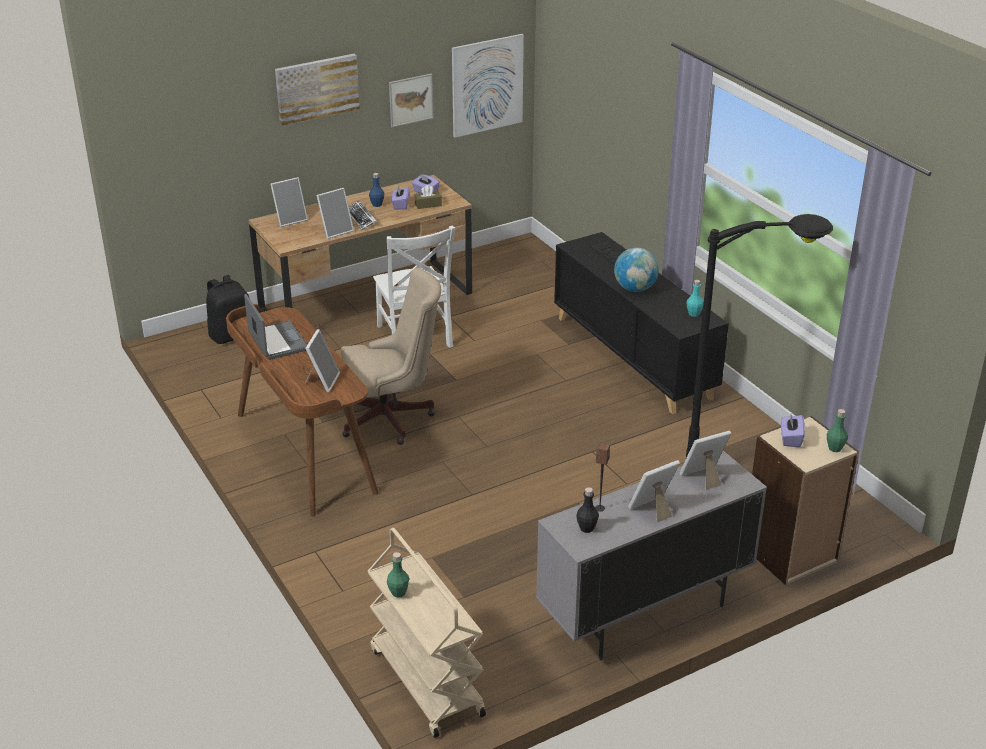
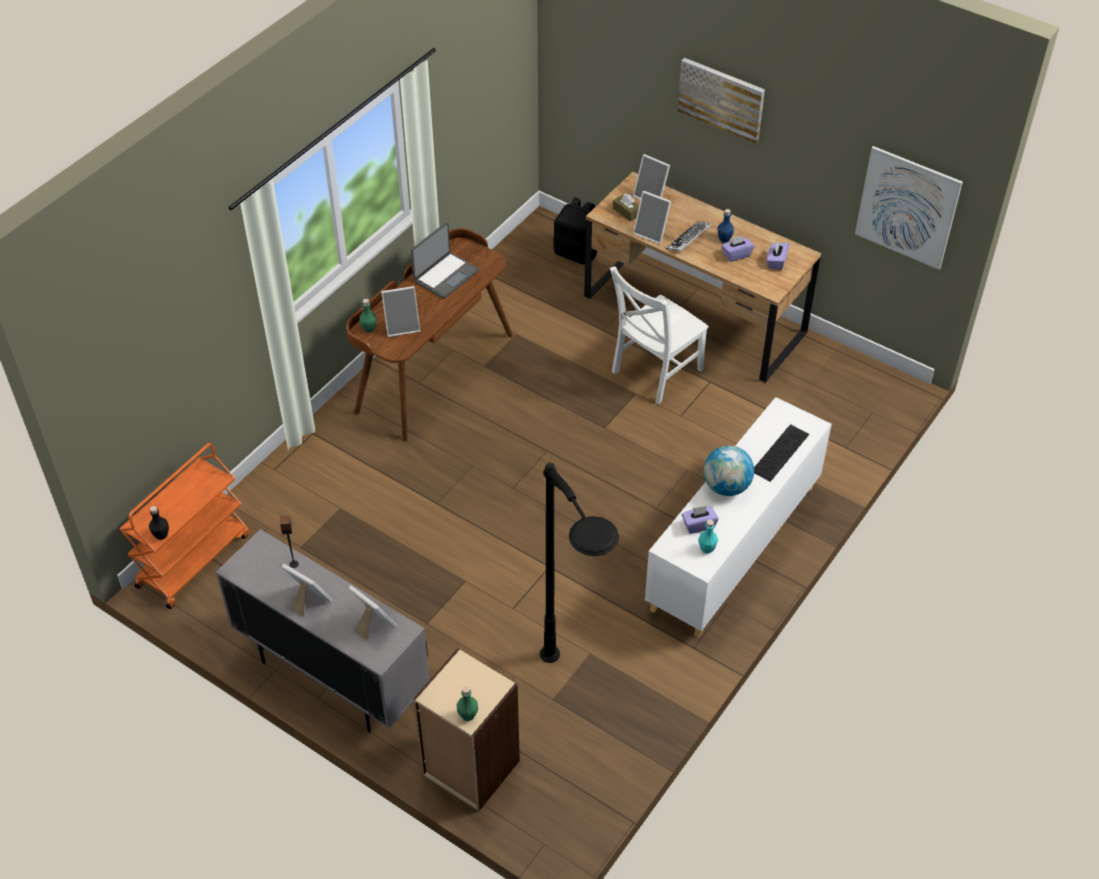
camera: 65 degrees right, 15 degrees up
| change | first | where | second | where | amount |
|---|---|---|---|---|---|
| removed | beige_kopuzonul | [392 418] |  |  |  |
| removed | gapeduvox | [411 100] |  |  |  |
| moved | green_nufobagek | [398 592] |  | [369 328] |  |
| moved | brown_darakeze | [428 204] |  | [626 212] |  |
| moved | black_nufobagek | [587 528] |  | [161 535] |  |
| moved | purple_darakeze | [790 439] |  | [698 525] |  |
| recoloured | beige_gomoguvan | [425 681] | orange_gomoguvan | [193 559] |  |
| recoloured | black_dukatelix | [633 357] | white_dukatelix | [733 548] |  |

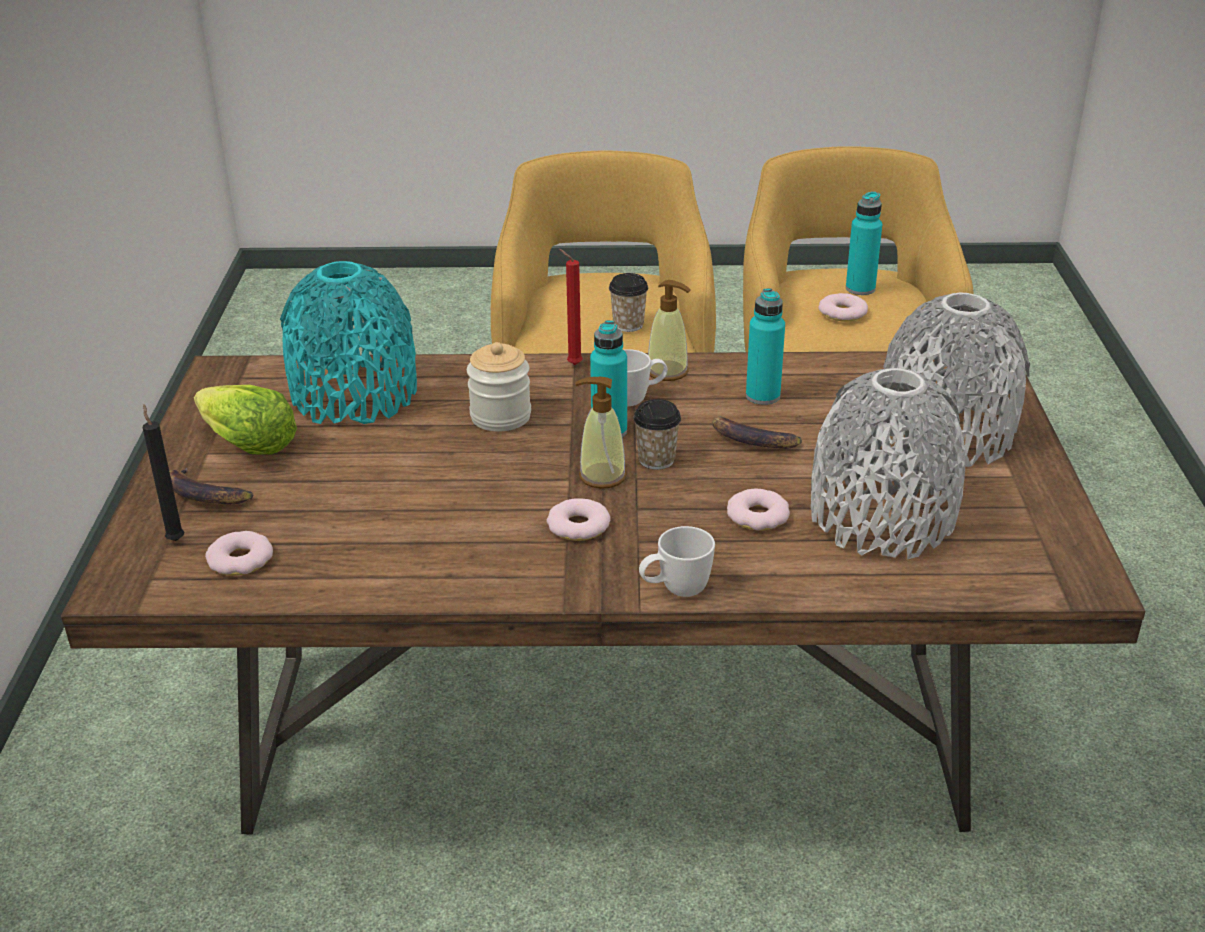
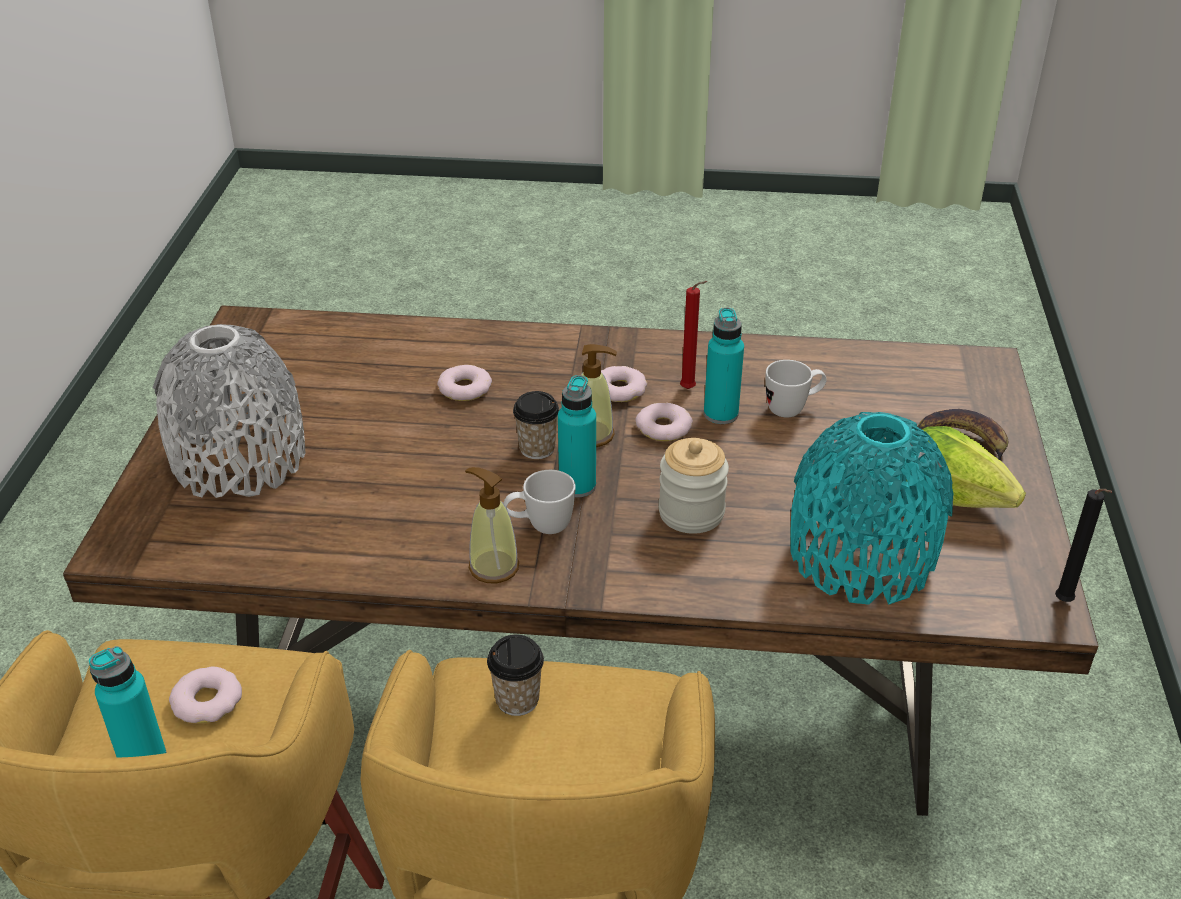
camera: 175 degrees left, 5 degrees up
| change | first | where | second | where | amount |
|---|---|---|---|---|---|
| removed | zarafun | [751 440] |  |  |  |
| removed | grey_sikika | [881 518] |  |  |  |
| moved | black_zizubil | [175 539] |  | [1065 603] |  |
| moved | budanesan | [241 560] |  | [663 427] |  |
| moved | red_zizubil | [572 364] |  | [690 389] |  |
| moved | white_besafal | [675 591] |  | [793 409] |  |
| moved | turquoise_nufobagek | [762 396] |  | [720 414] |  |

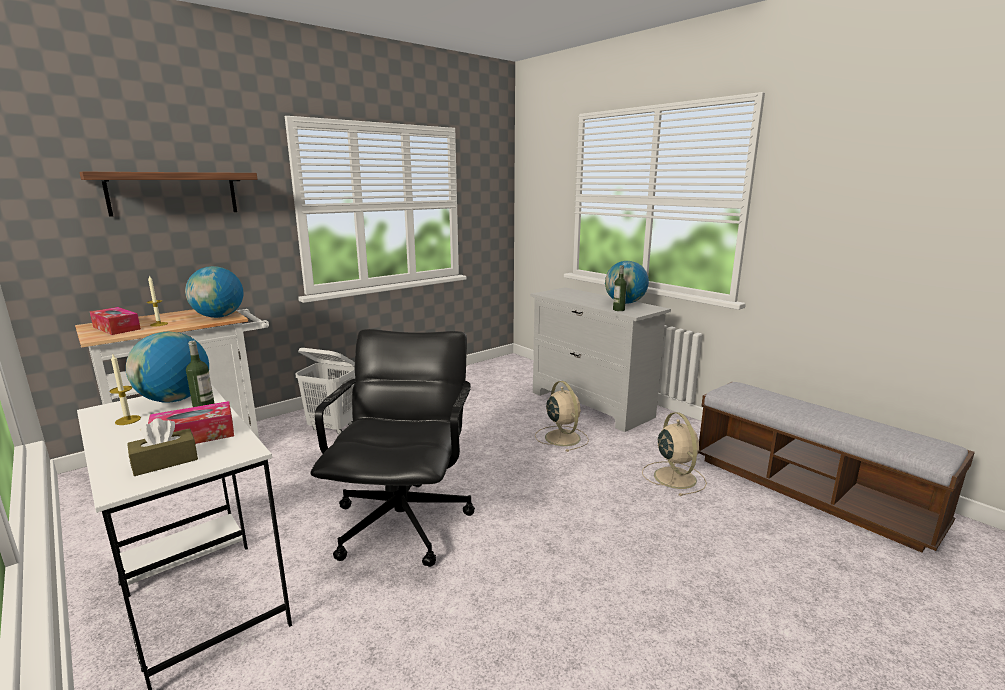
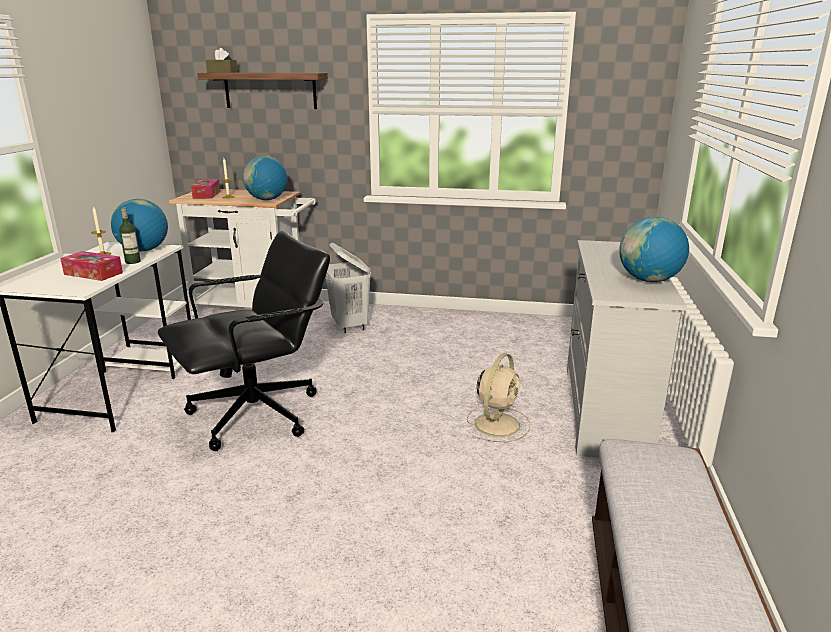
camera: 50 degrees right, 5 degrees up
| change | first | where | second | where | amount |
|---|---|---|---|---|---|
| removed | nufobagek | [618 310] |  |  |  |
| removed | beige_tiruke | [673 476] |  |  |  |
| moved | brown_darakeze | [165 462] |  | [222 72] |  |

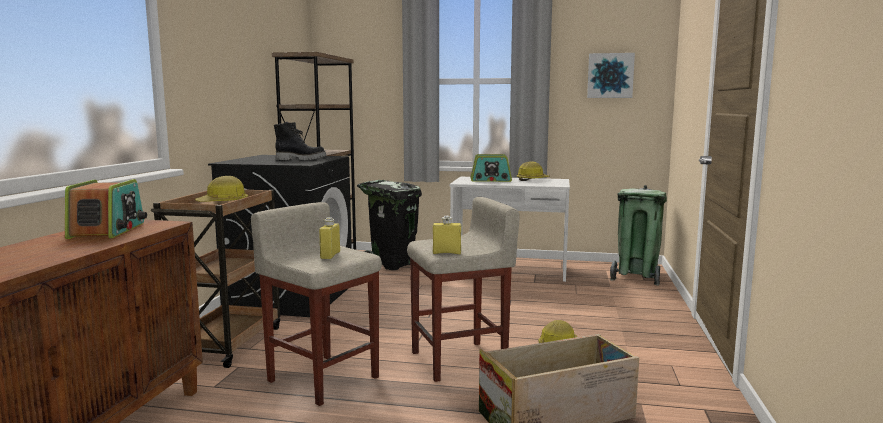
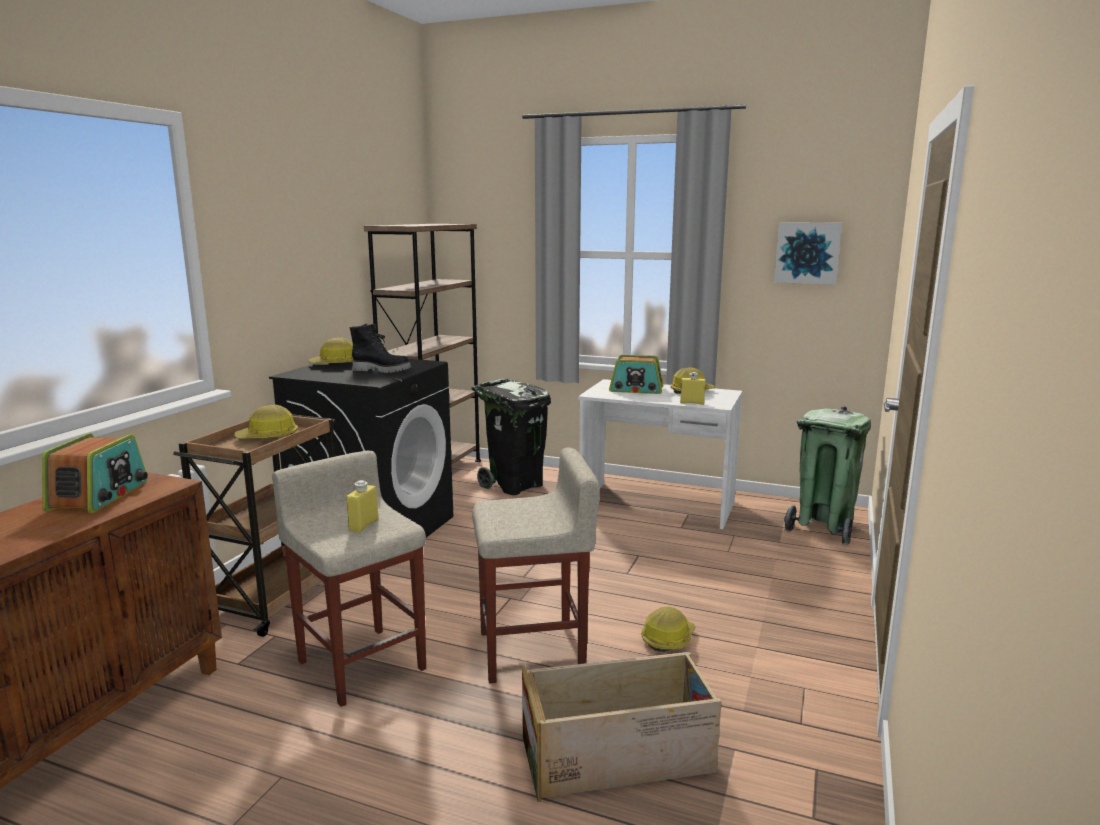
camera: 10 degrees right, 5 degrees up
| change | first | where | second | where | amount |
|---|---|---|---|---|---|
| added |  |  | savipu | [335 364] |  |
| moved | yellow_nufobagek | [447 253] |  | [692 403] |  |

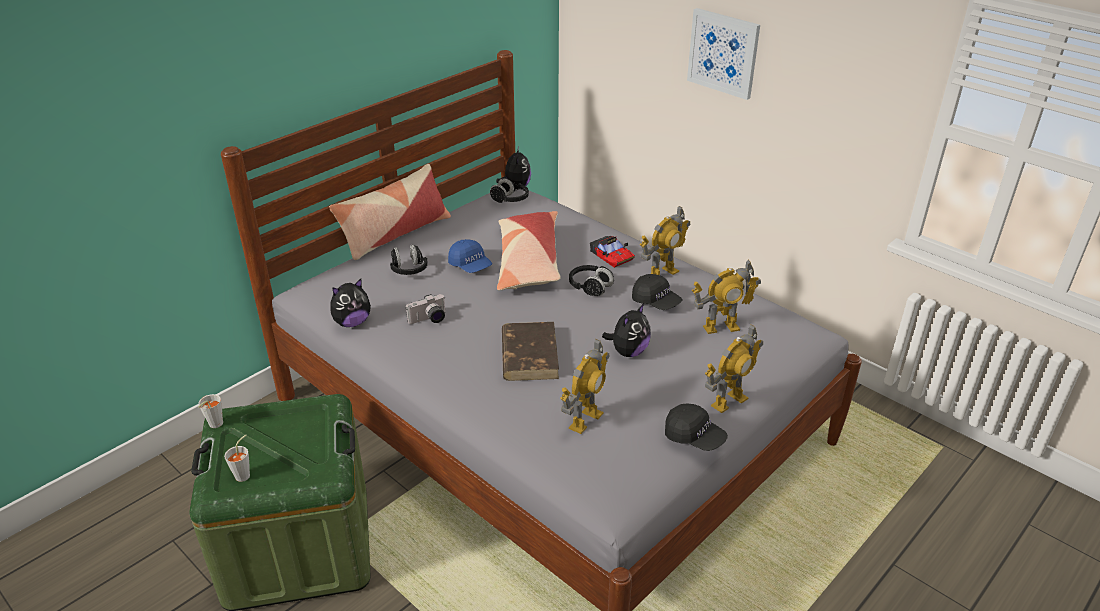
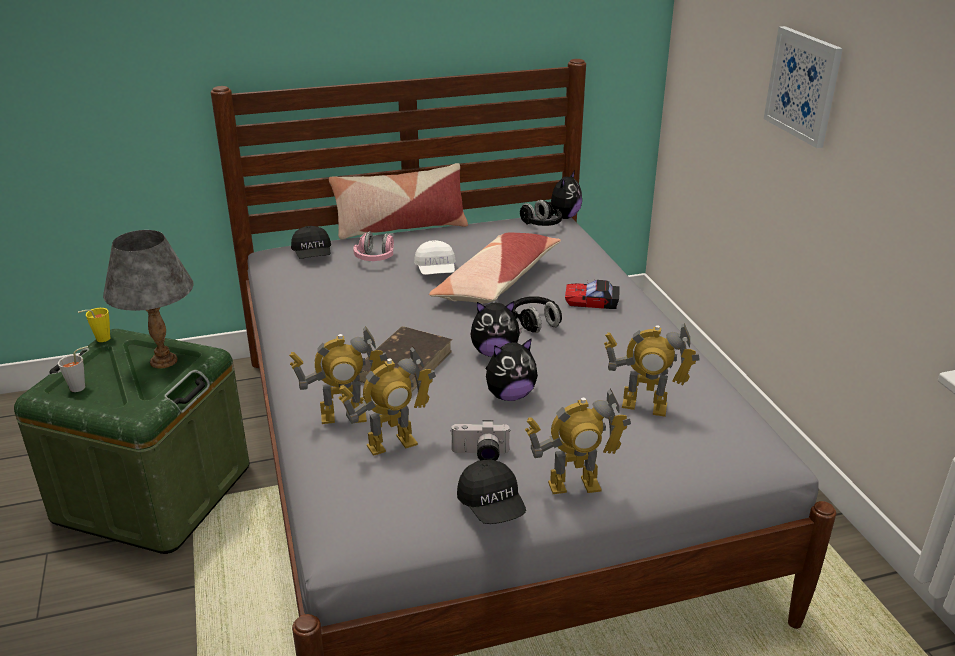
camera: 30 degrees right, 5 degrees down
| change | first | where | second | where | amount |
|---|---|---|---|---|---|
| added |  |  | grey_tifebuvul | [163 361] |  |
| moved | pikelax | [352 322] |  | [494 352] |  |
| moved | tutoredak | [429 320] |  | [480 455] |  |
| moved | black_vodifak | [656 302] |  | [313 254] |  |
| moved | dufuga | [662 273] |  | [344 416] |  |
| recoloured | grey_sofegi | [213 425] | yellow_sofegi | [100 339] |  |
| recoloured | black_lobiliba | [409 270] | pink_lobiliba | [375 259] |  |
| recoloured | blue_vodifak | [470 266] | white_vodifak | [436 270] |  |
| turned | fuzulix | [611 256] |  | [592 301] | 105 degrees clockwise |

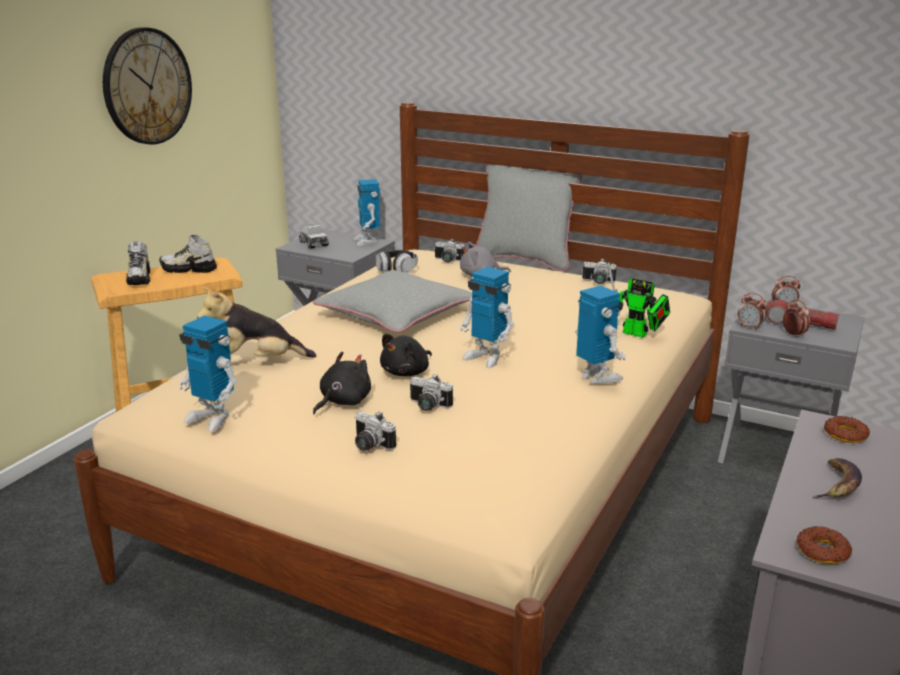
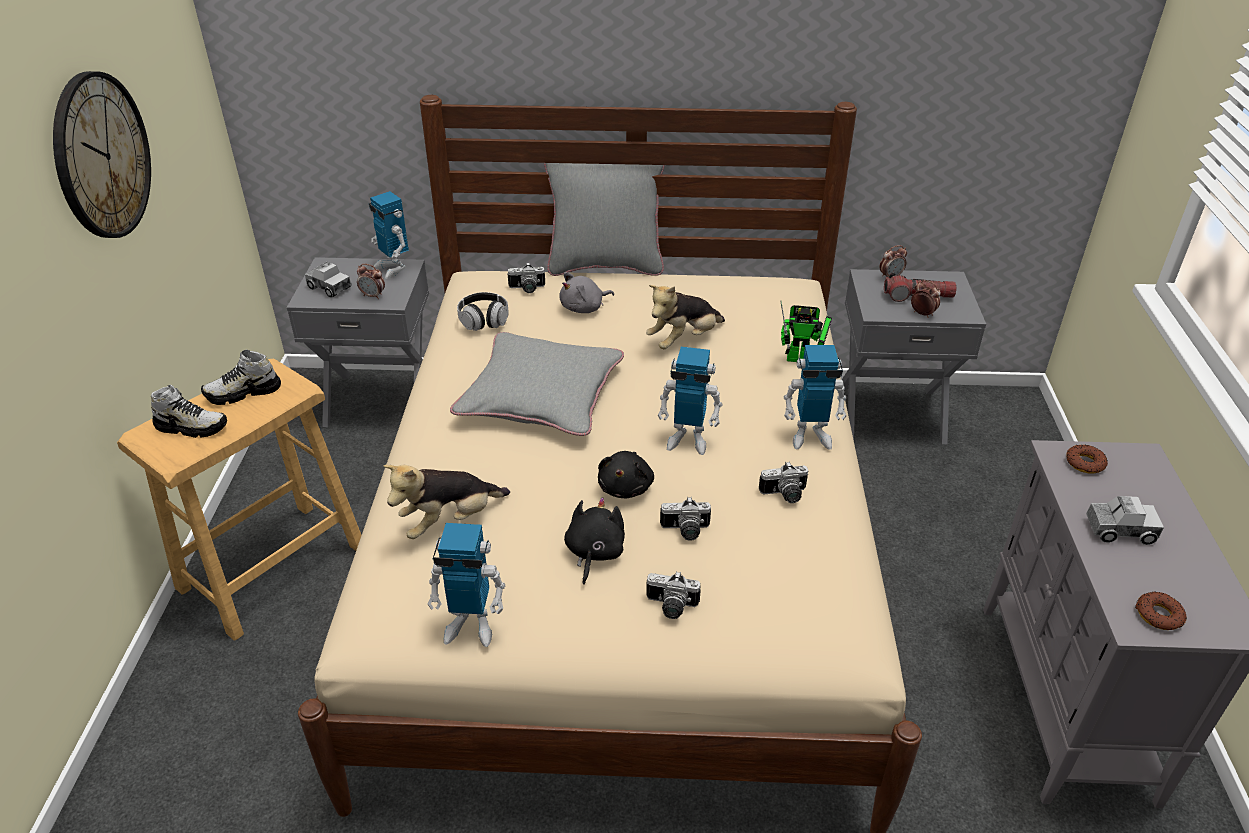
camera: 25 degrees left, 15 degrees up
| change | first | where | second | where | amount |
|---|---|---|---|---|---|
| added |  |  | pikelax | [684 340] |  |
| moved | tutoredak | [598 282] |  | [785 495] |  |
| moved | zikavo | [750 327] |  | [373 296] |  |
| replaced | zarafun | [838 485] | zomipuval | [1119 530] |  |
| turned | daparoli | [140 278] |  | [192 427] | 45 degrees counterclockwise |
| turned | dufuga | [597 377] |  | [810 436] | 150 degrees clockwise |

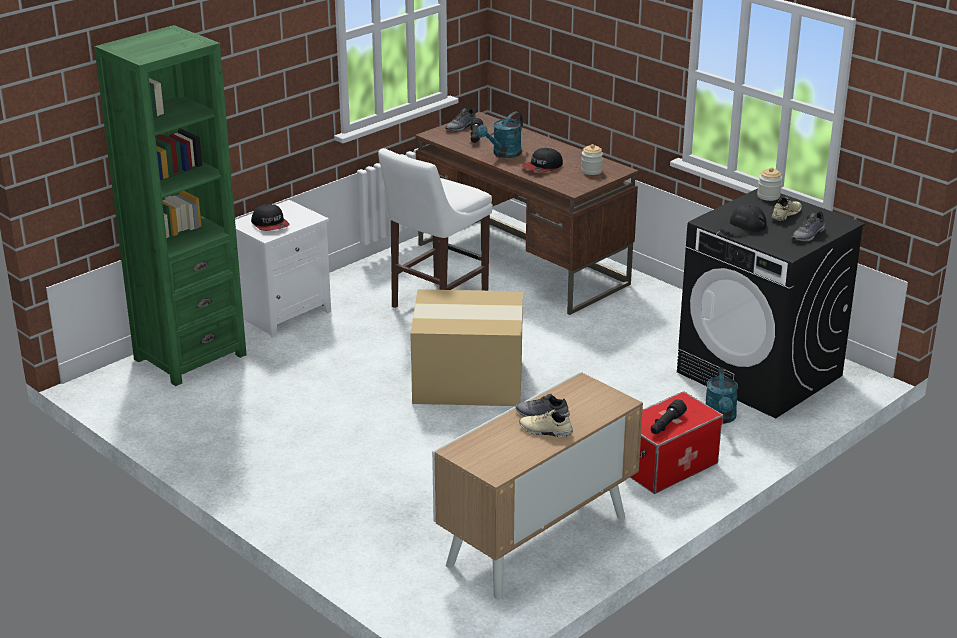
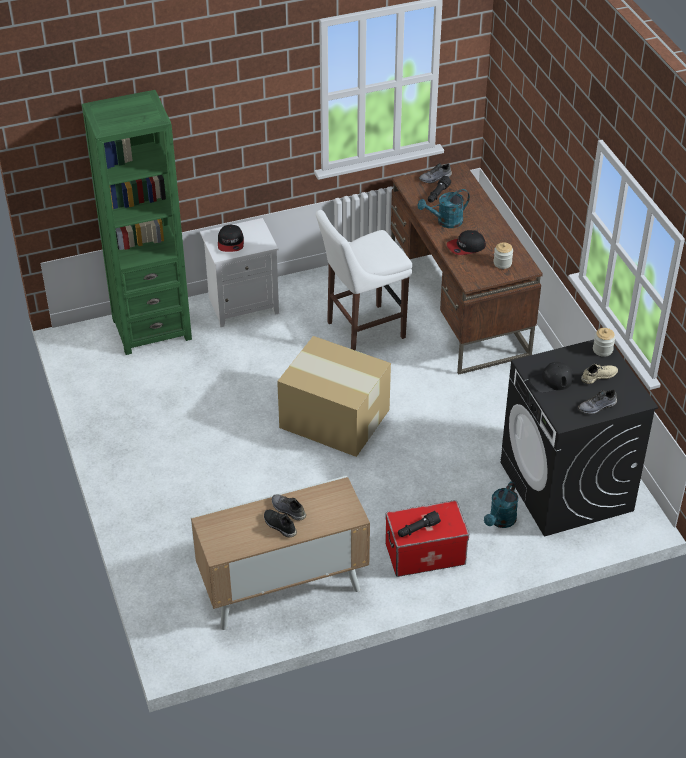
camera: 25 degrees right, 15 degrees up
| change | first | where | second | where | amount |
|---|---|---|---|---|---|
| recoloured | beige_daparoli | [545 431] | black_daparoli | [279 526] |  |

